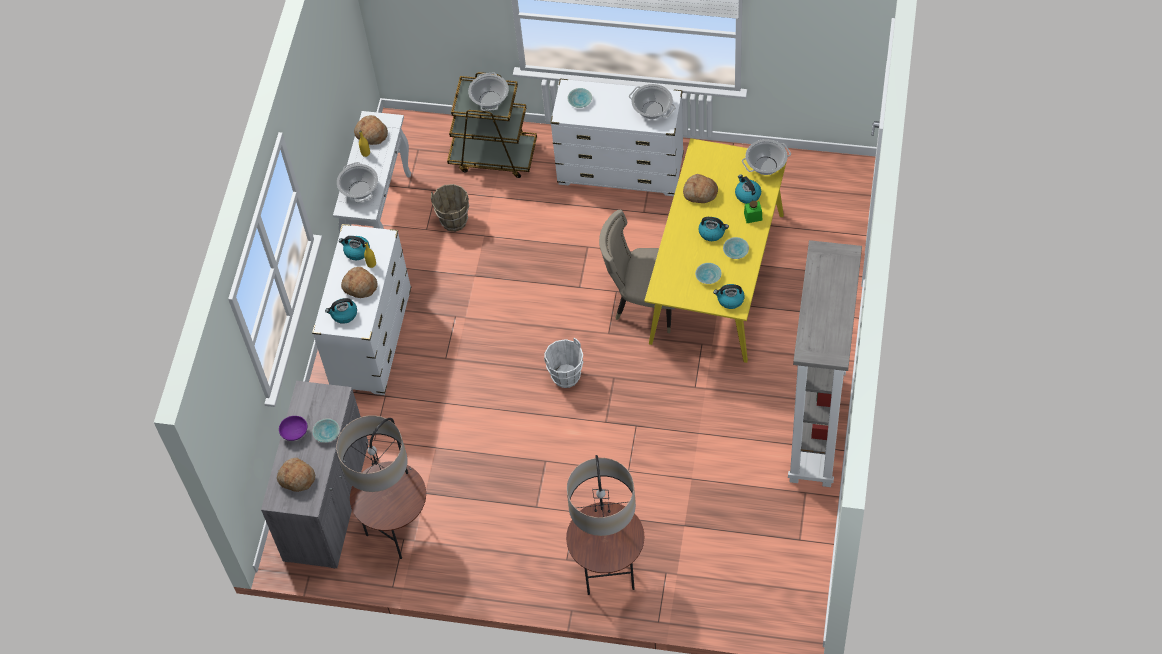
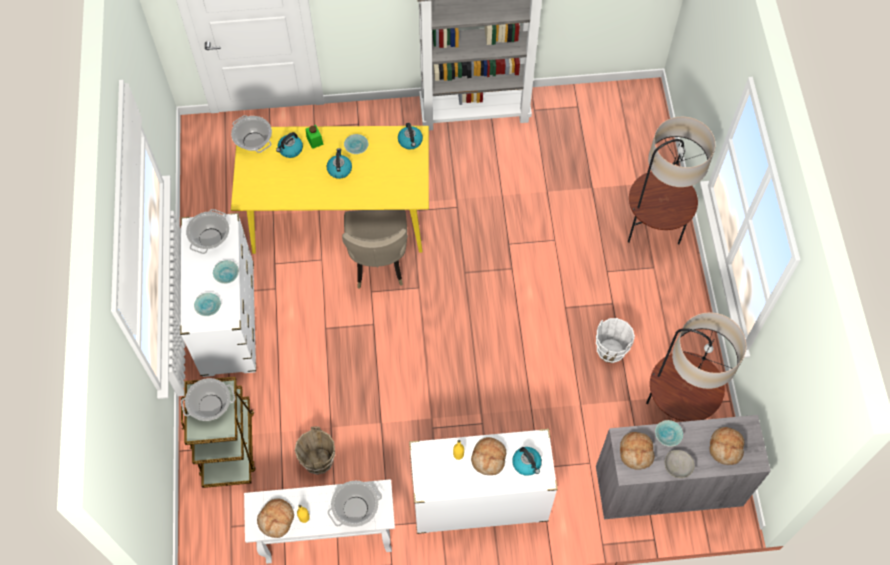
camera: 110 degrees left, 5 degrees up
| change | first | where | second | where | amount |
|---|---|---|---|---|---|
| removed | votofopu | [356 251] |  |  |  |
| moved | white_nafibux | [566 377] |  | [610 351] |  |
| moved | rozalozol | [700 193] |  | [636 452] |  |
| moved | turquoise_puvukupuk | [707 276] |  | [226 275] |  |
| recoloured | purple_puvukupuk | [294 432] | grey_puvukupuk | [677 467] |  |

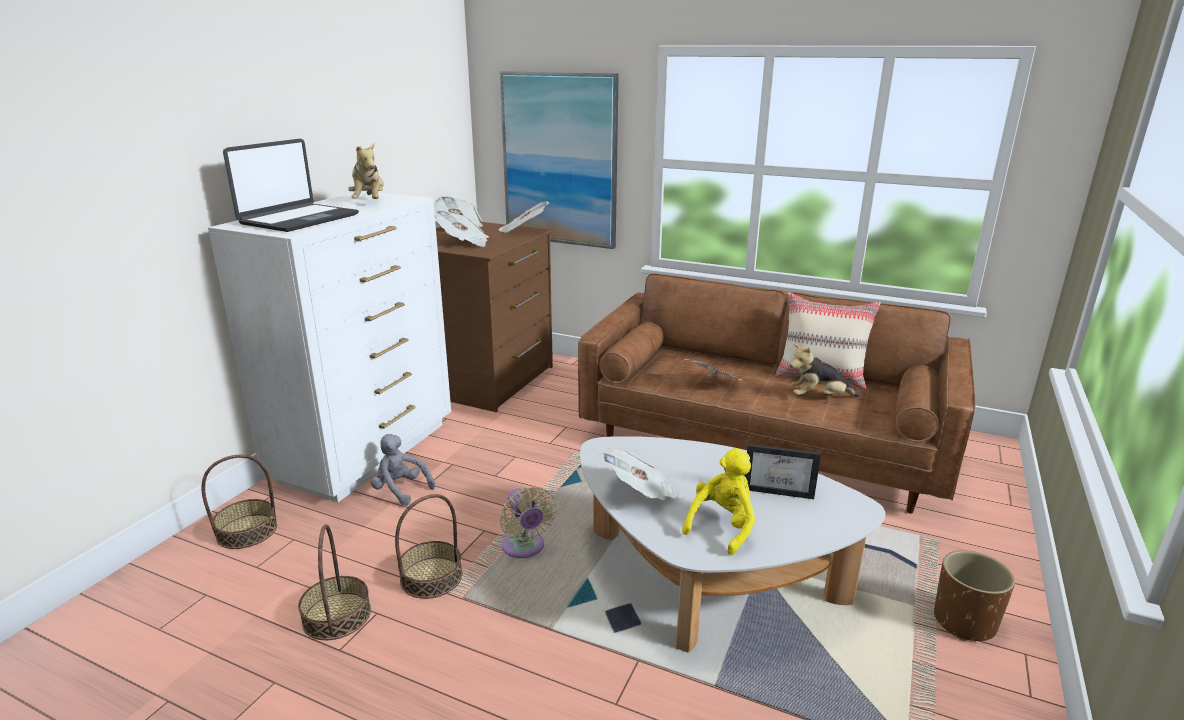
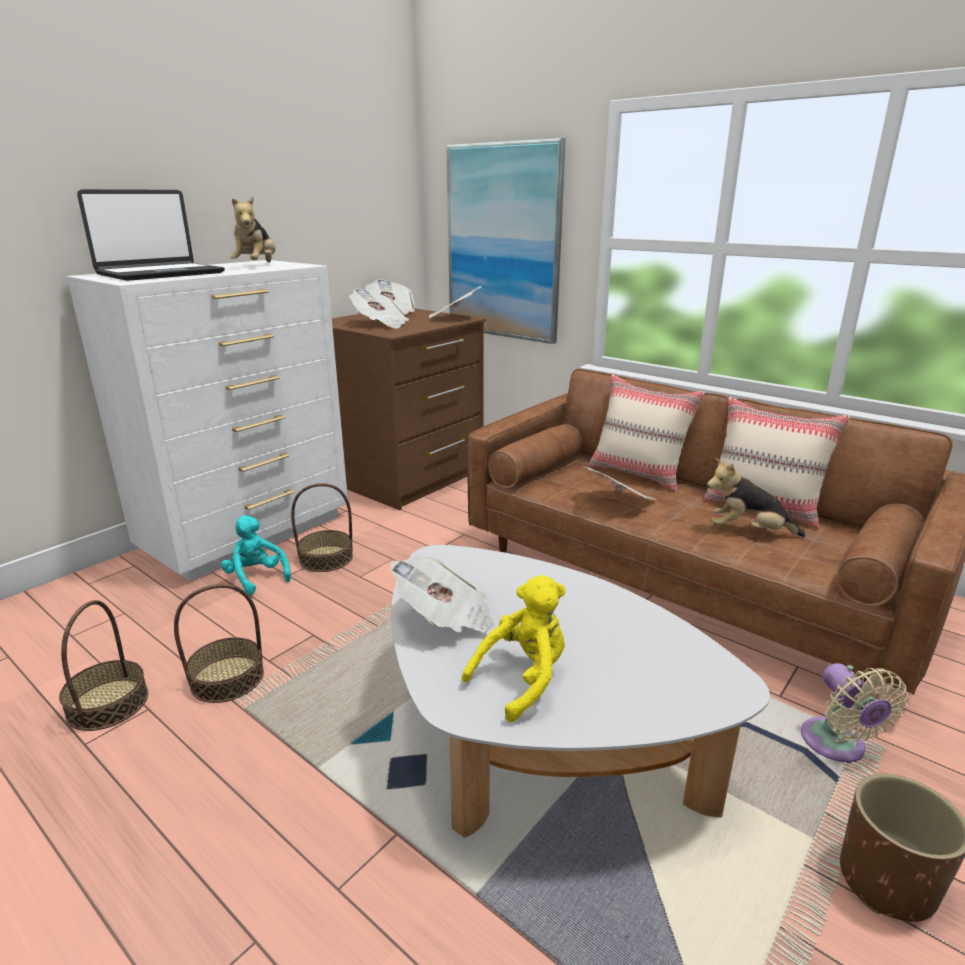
camera: 15 degrees right, 0 degrees up
| change | first | where | second | where | amount |
|---|---|---|---|---|---|
| removed | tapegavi | [779 490] |  |  |  |
| added |  |  | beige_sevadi | [638 474] |  |
| moved | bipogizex | [247 531] |  | [326 558] |  |
| moved | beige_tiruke | [524 548] |  | [837 746] |  |
| recoloured | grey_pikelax | [400 490] | turquoise_pikelax | [256 578] |  |

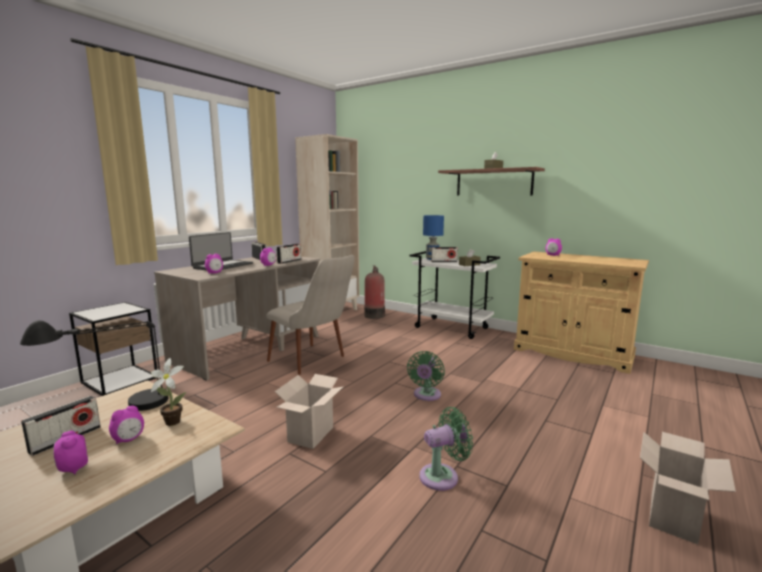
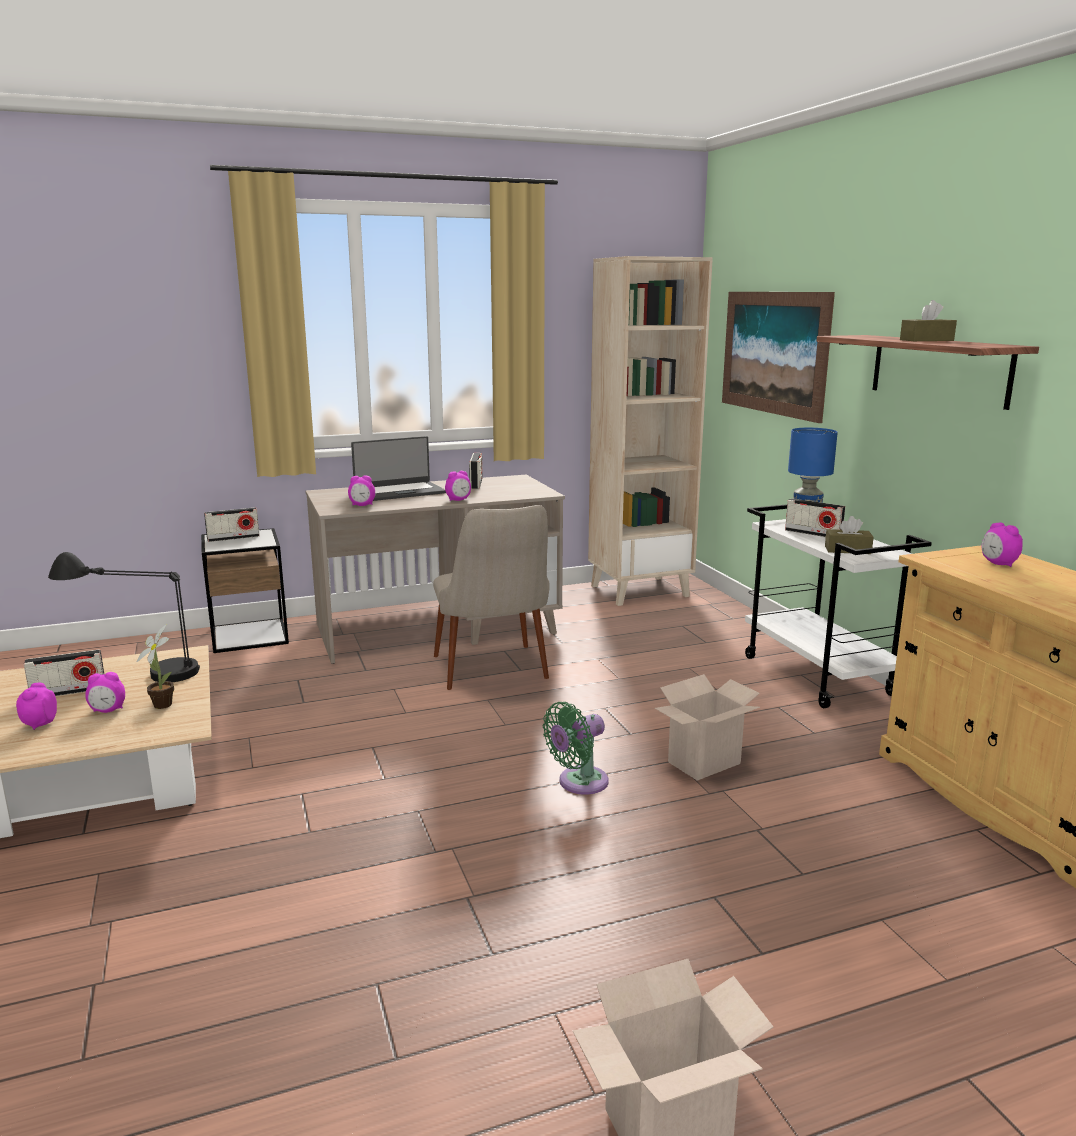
camera: 35 degrees right, 5 degrees up
| change | first | where | second | where | amount |
|---|---|---|---|---|---|
| removed | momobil | [375 315] |  |  |  |
| removed | green_tiruke | [442 476] |  |  |  |
| added |  |  | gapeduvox | [773 353] |  |
| moved | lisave | [311 435] |  | [704 764] |  |
| moved | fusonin | [289 261] |  | [233 538] |  |

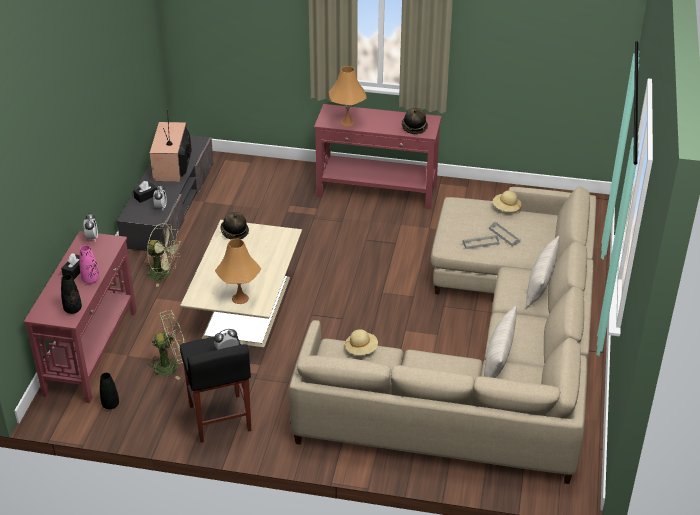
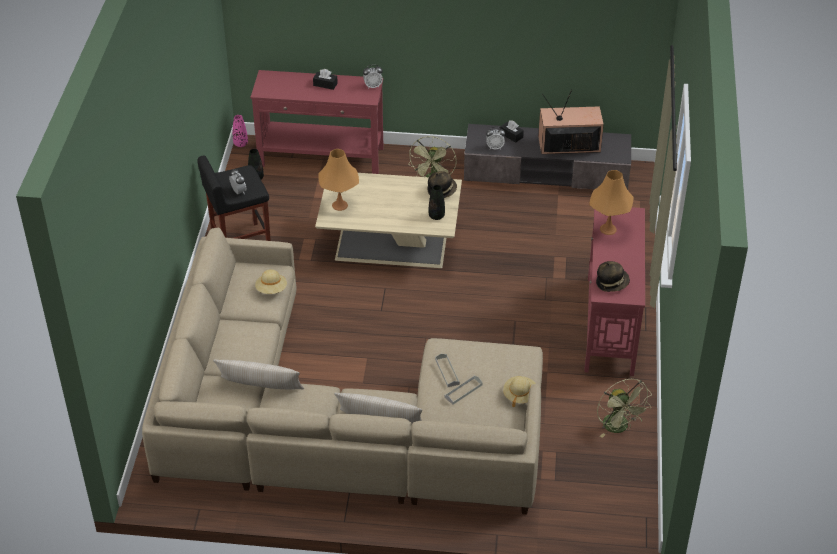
camera: 85 degrees right, 5 degrees up
| change | first | where | second | where | amount |
|---|---|---|---|---|---|
| moved | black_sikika | [73 309] |  | [436 216] |  |
| moved | pink_sikika | [90 280] |  | [240 144] |  |
| moved | green_tiruke | [171 365] |  | [619 428] |  |

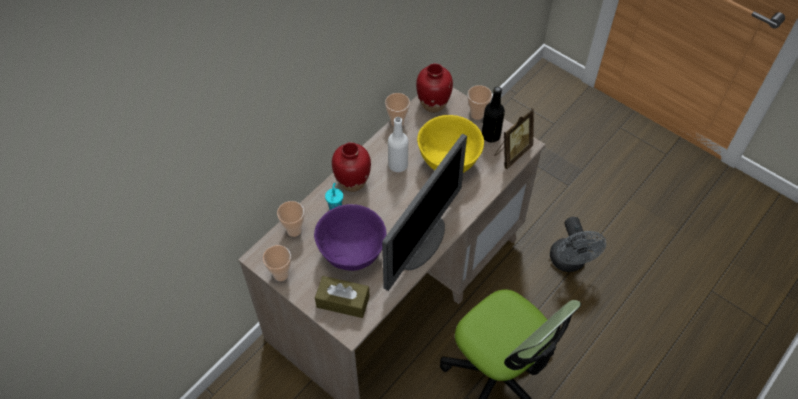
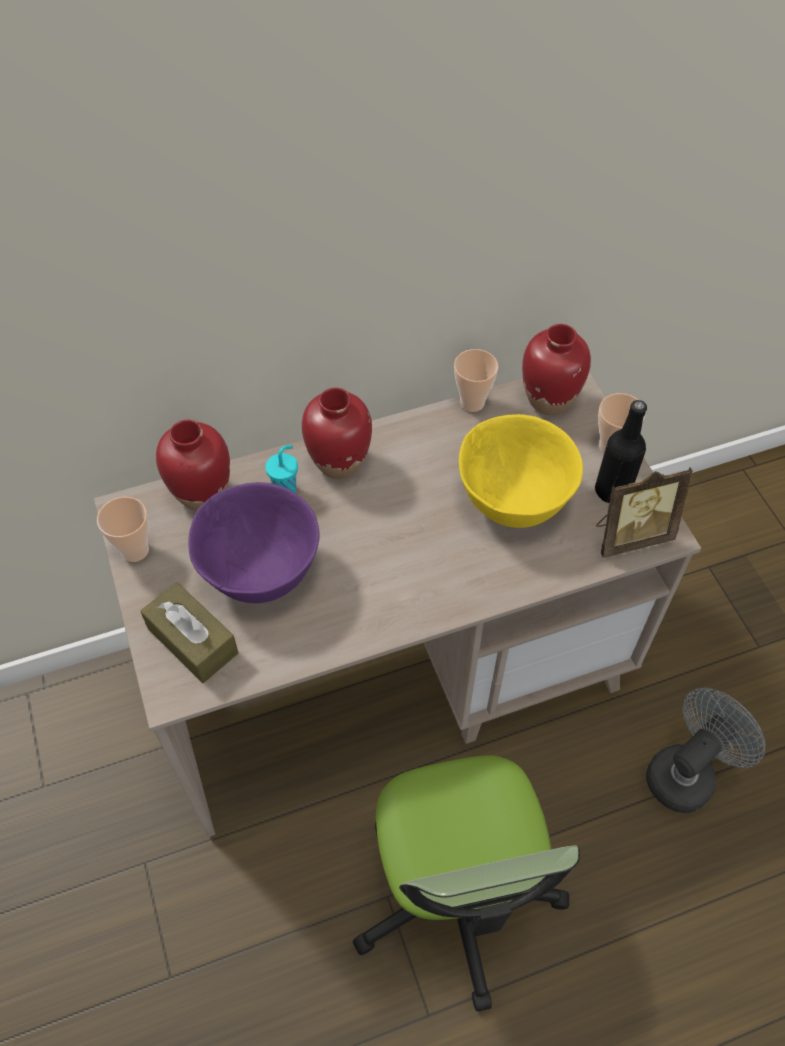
camera: 30 degrees right, 0 degrees up
| change | first | where | second | where | amount |
|---|---|---|---|---|---|
| removed | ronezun | [422 243] |  |  |  |
| removed | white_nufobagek | [398 165] |  |  |  |
| replaced | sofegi | [294 230] | red_sikika | [202 494] |  |
| turned | grey_tiruke | [569 262] |  | [686 772] | 150 degrees counterclockwise |

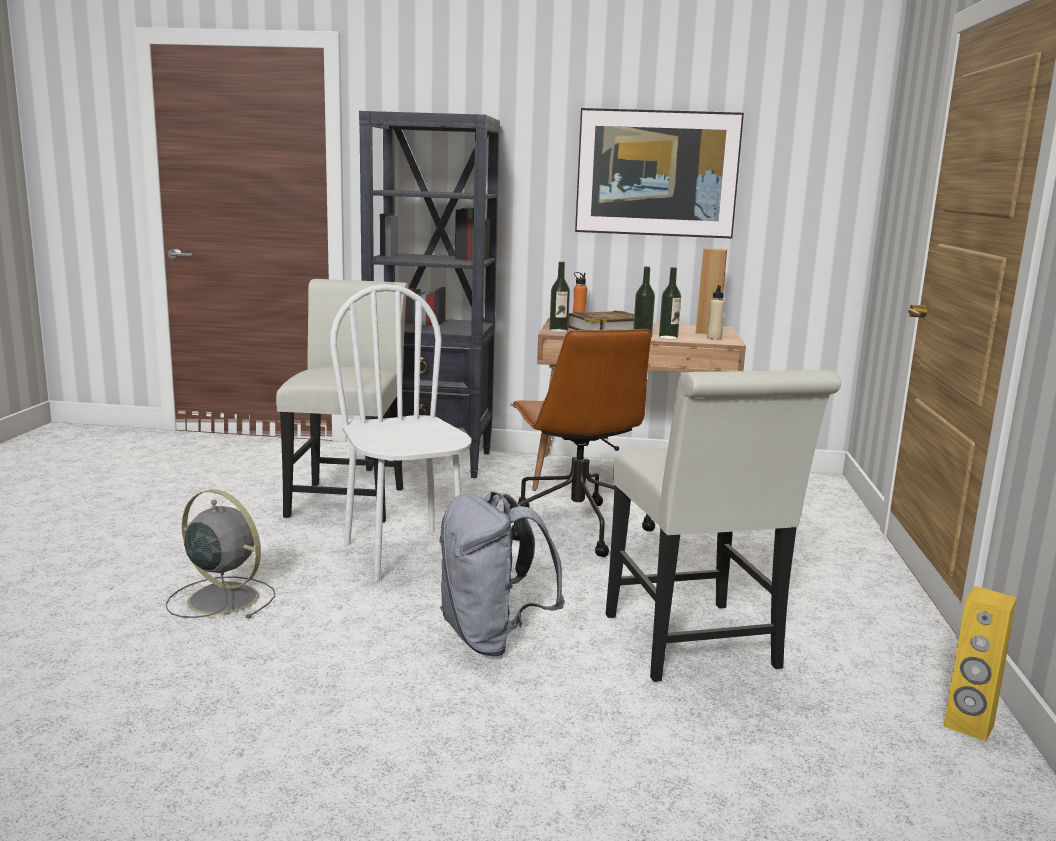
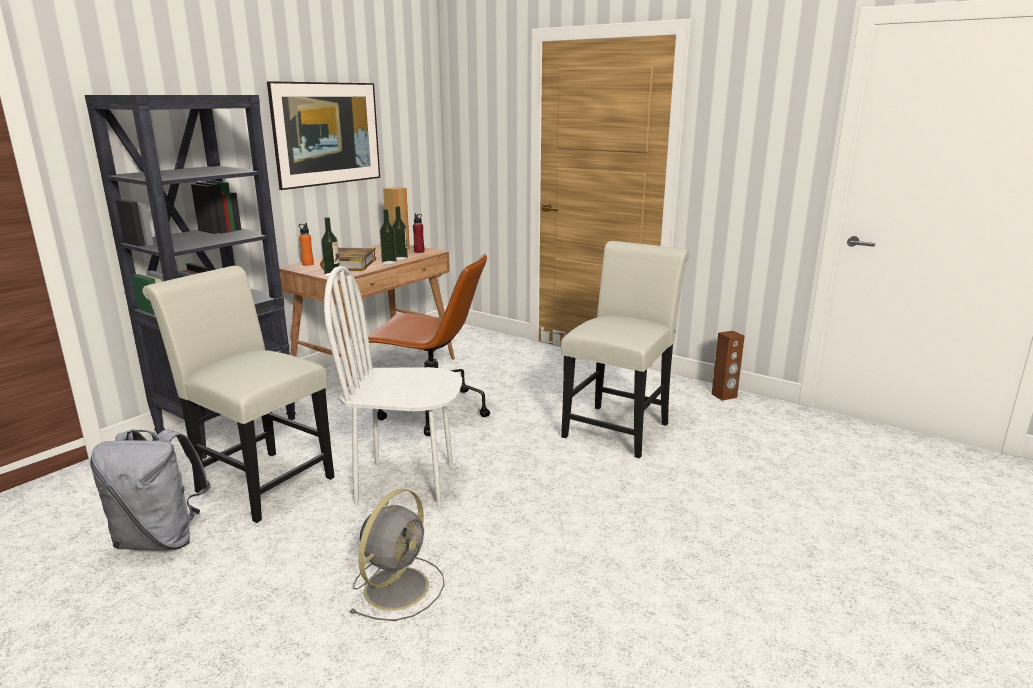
camera: 60 degrees left, 5 degrees up
| change | first | where | second | where | amount |
|---|---|---|---|---|---|
| moved | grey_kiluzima | [492 638] |  | [161 539] |  |
| recoloured | beige_nufobagek | [714 338] | red_nufobagek | [419 251] |  |
| recoloured | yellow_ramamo | [968 726] | brown_ramamo | [724 396] |  |
| turned | grey_tiruke | [221 598] |  | [398 586] | 150 degrees clockwise |
| turned | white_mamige | [696 647] |  | [619 427] | 75 degrees counterclockwise |

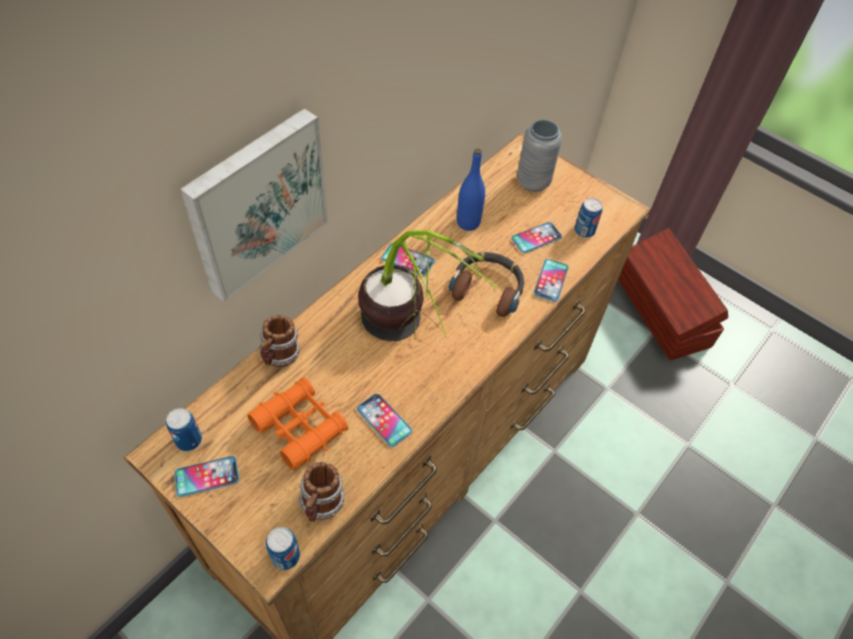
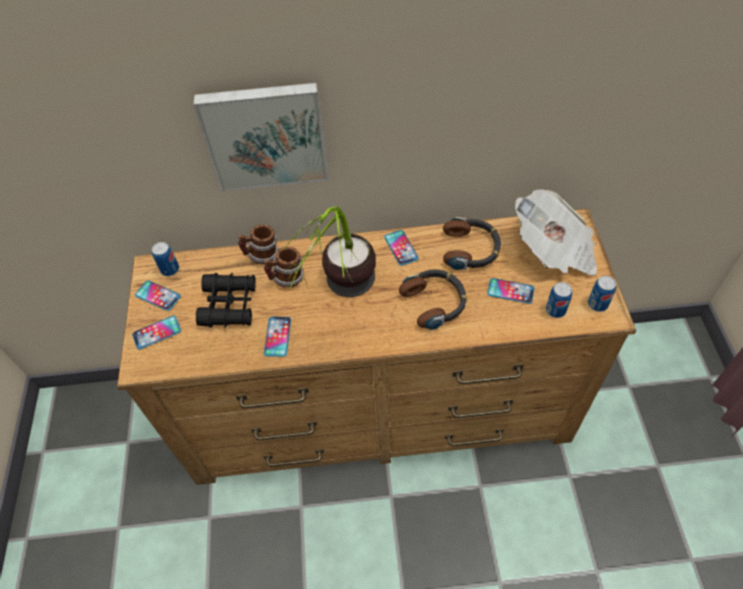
camera: 50 degrees right, 0 degrees up
| change | first | where | second | where | amount |
|---|---|---|---|---|---|
| removed | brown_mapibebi | [662 313] |  |  |  |
| moved | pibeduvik | [285 556] |  | [597 304] |  |
| moved | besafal | [322 504] |  | [287 279] |  |
| moved | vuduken | [550 280] |  | [157 333] |  |
| replaced | blue_nufobagek | [468 222] | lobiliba | [471 249] |  |
| replaced | grey_sikika | [533 182] | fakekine | [554 250] |  |
| recoloured | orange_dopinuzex | [299 427] | black_dopinuzex | [229 305] |  |

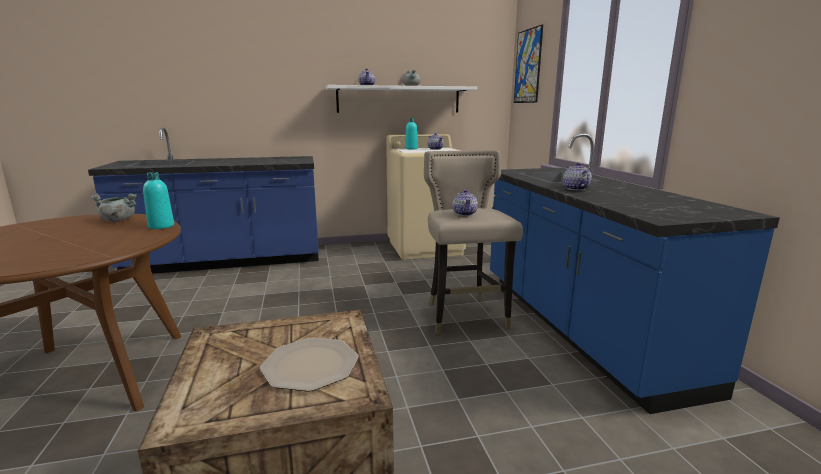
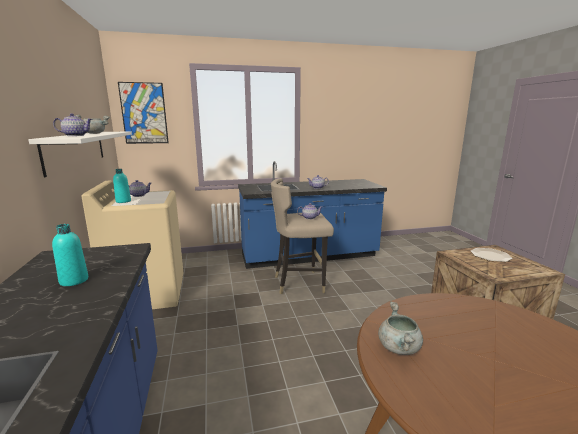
camera: 90 degrees left, 0 degrees up
| change | first | where | second | where | amount |
|---|---|---|---|---|---|
| moved | turquoise_nufobagek | [161 226] |  | [74 280] |  |

